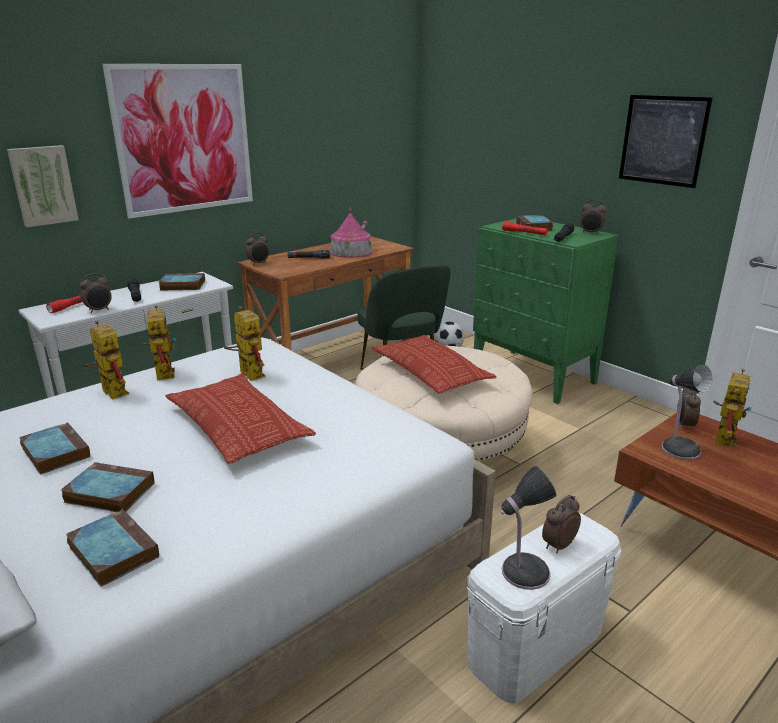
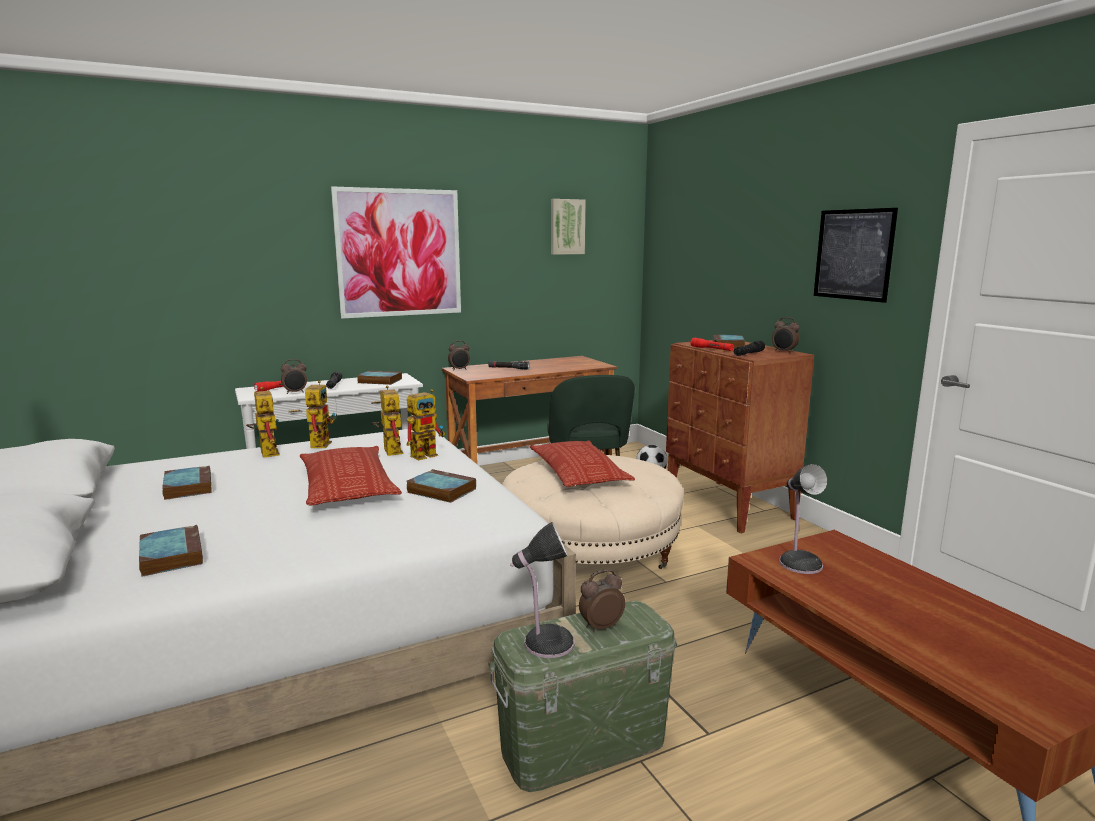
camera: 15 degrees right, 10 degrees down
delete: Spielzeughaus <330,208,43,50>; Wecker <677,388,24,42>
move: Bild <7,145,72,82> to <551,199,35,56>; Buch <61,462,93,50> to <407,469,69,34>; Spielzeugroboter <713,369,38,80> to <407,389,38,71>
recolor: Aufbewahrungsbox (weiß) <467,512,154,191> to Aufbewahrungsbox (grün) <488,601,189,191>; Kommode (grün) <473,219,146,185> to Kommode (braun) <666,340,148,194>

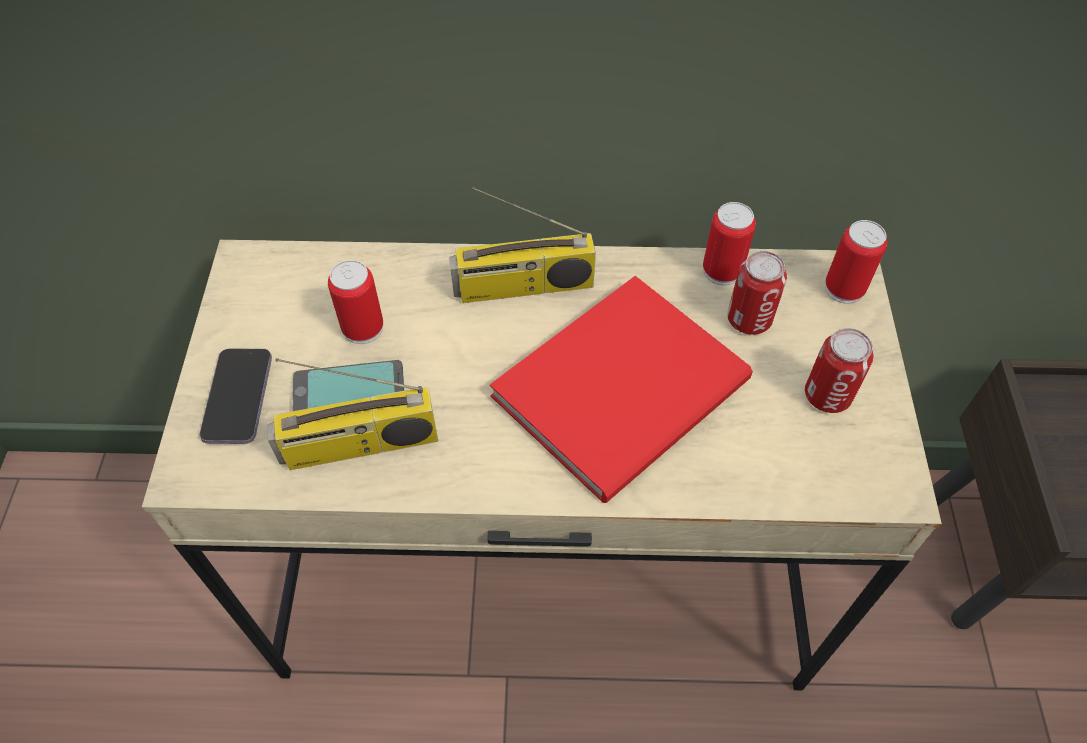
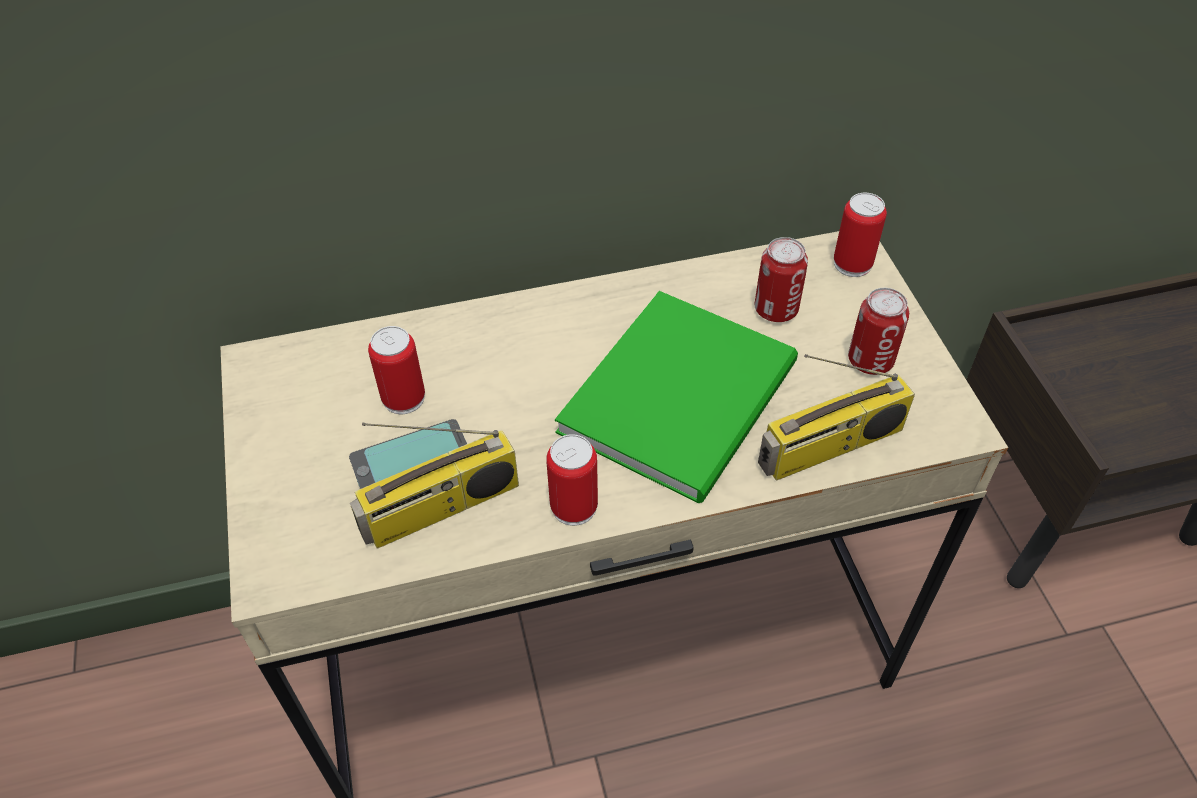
camera: 15 degrees left, 5 degrees down
delete: Handy <200,349,72,95>
move: Radio <449,187,147,116> to <758,354,157,127>; Dose <703,202,53,83> to <546,434,52,92>
recolor: Buch (rot) <490,276,263,227> to Buch (grün) <555,291,243,212>

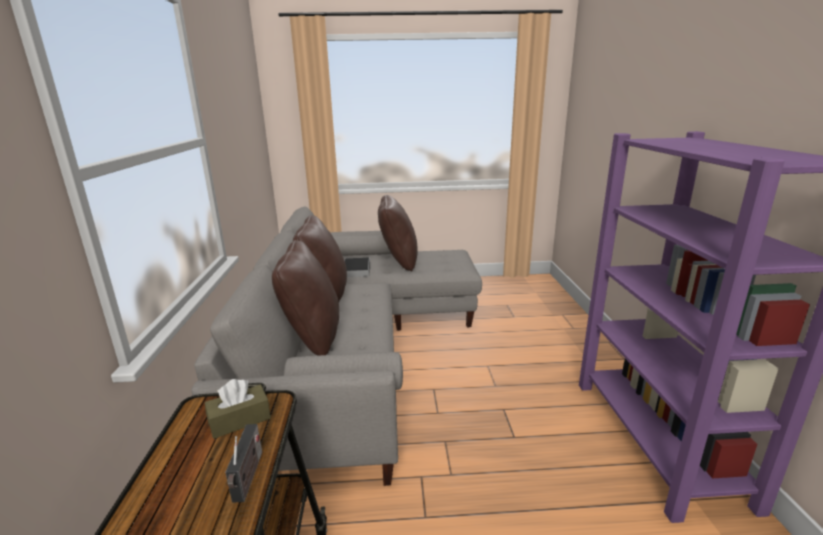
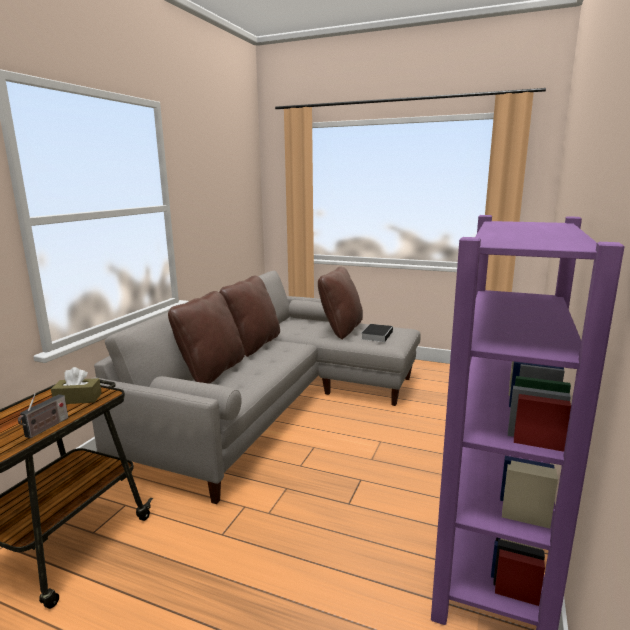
camera: 25 degrees right, 5 degrees down
move: Buch <345,258,25,19> to <362,324,31,18>

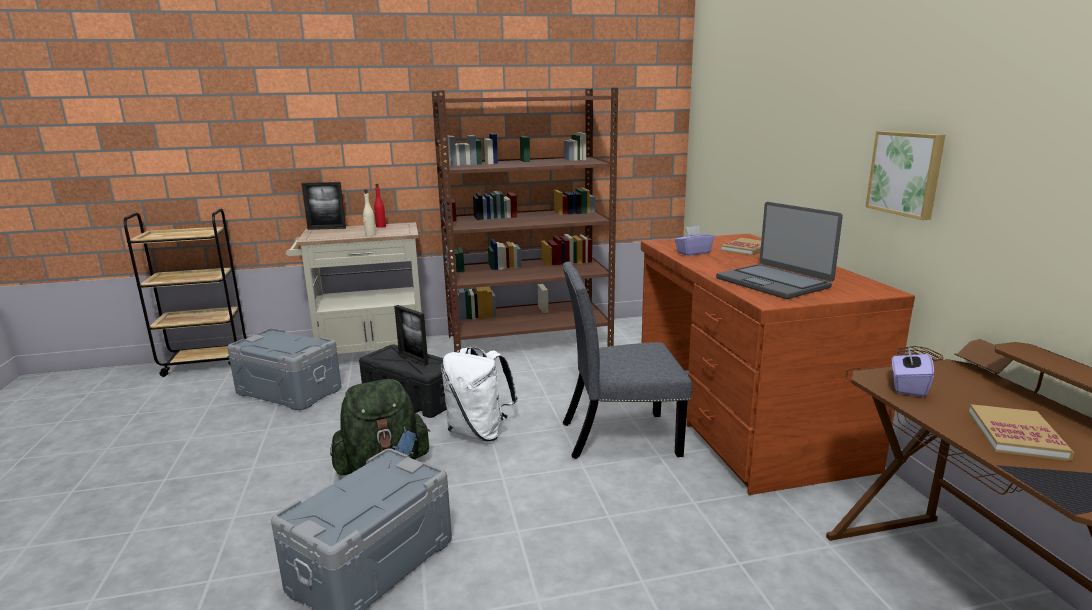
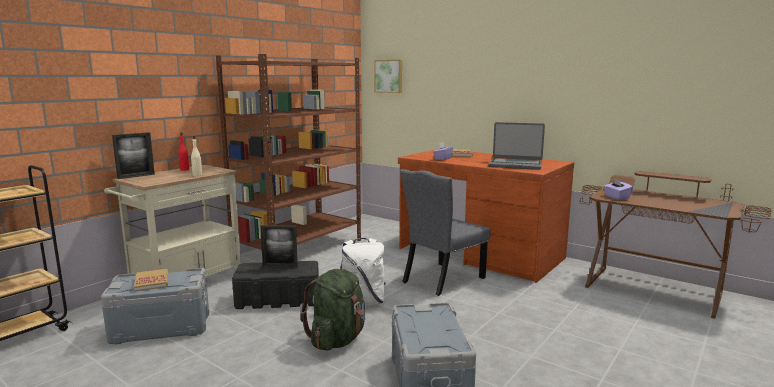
camera: 40 degrees left, 5 degrees down
move: Bild <866,131,79,89> to <374,60,28,33>; Buch <969,404,105,57> to <134,269,34,23>

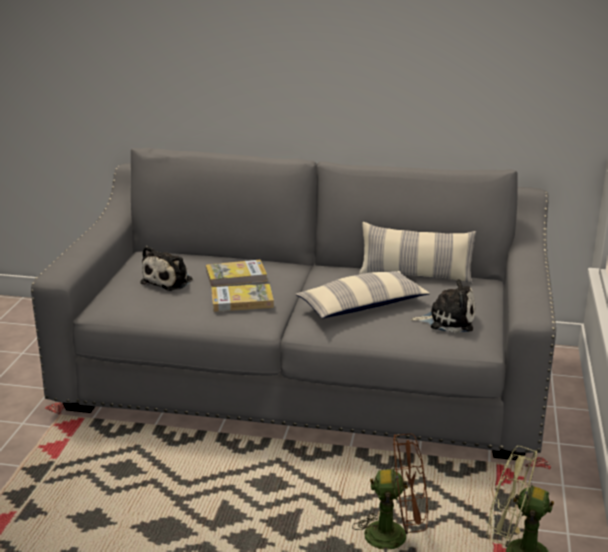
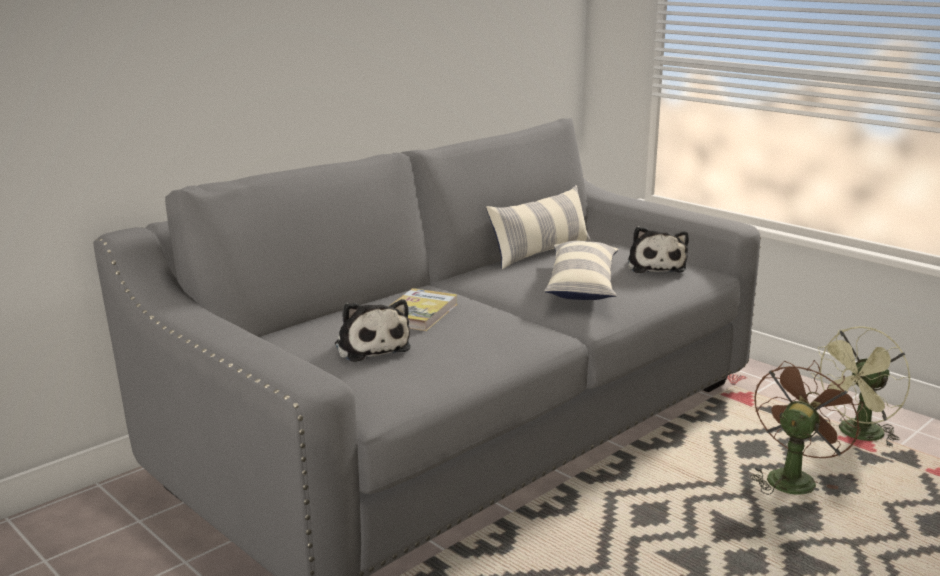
camera: 55 degrees left, 5 degrees down
delete: Buch <211,284,63,28>
rotate: Plüschtier <410,279,66,54> = <628,226,61,47> 135 degrees clockwise

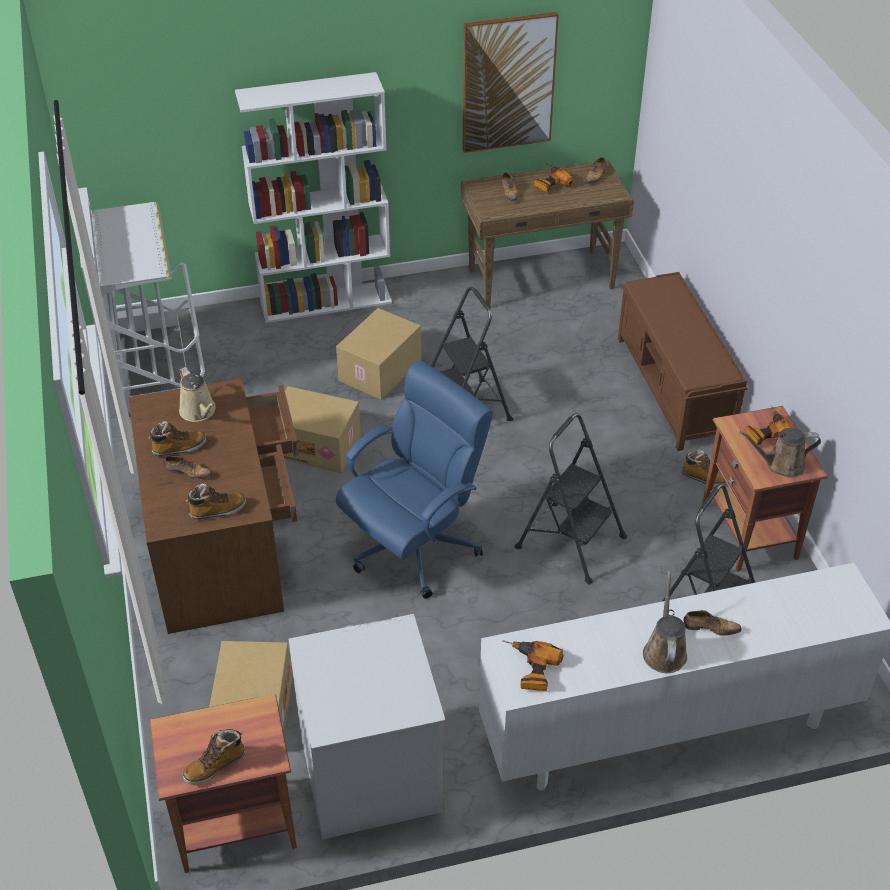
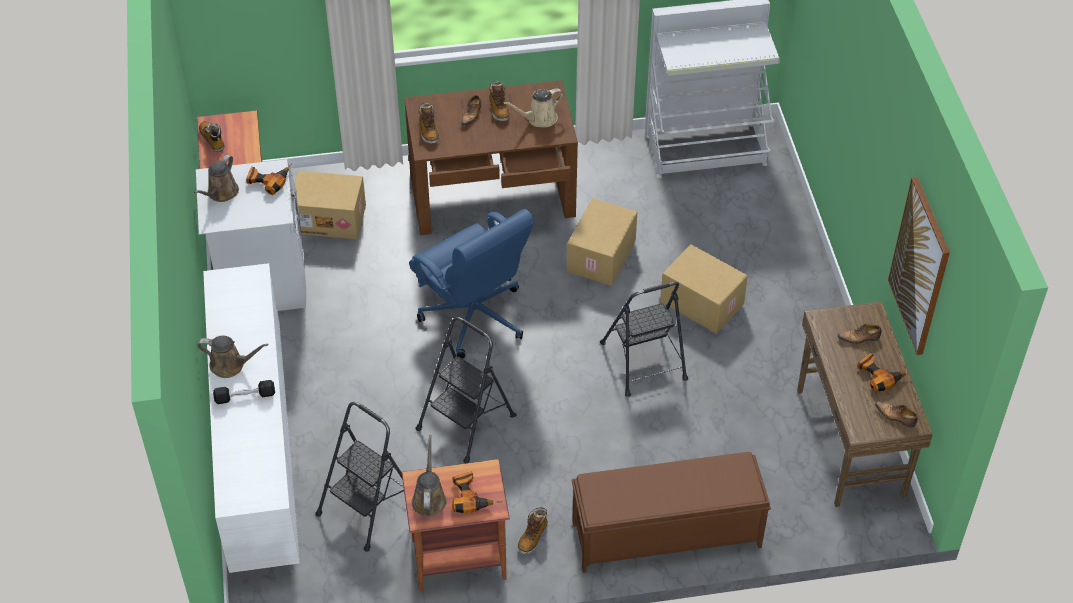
camera: 95 degrees right, 5 degrees up
delete: Bücherregal (weiß) <235,72,157,251>
insert: Gießkanne (braun) <194,155,45,47>
move: Bohrmaschine <502,640,62,51> to <246,163,46,32>
replace: Schuh <684,610,58,26> to Hantel (schwarz) <213,380,62,24>

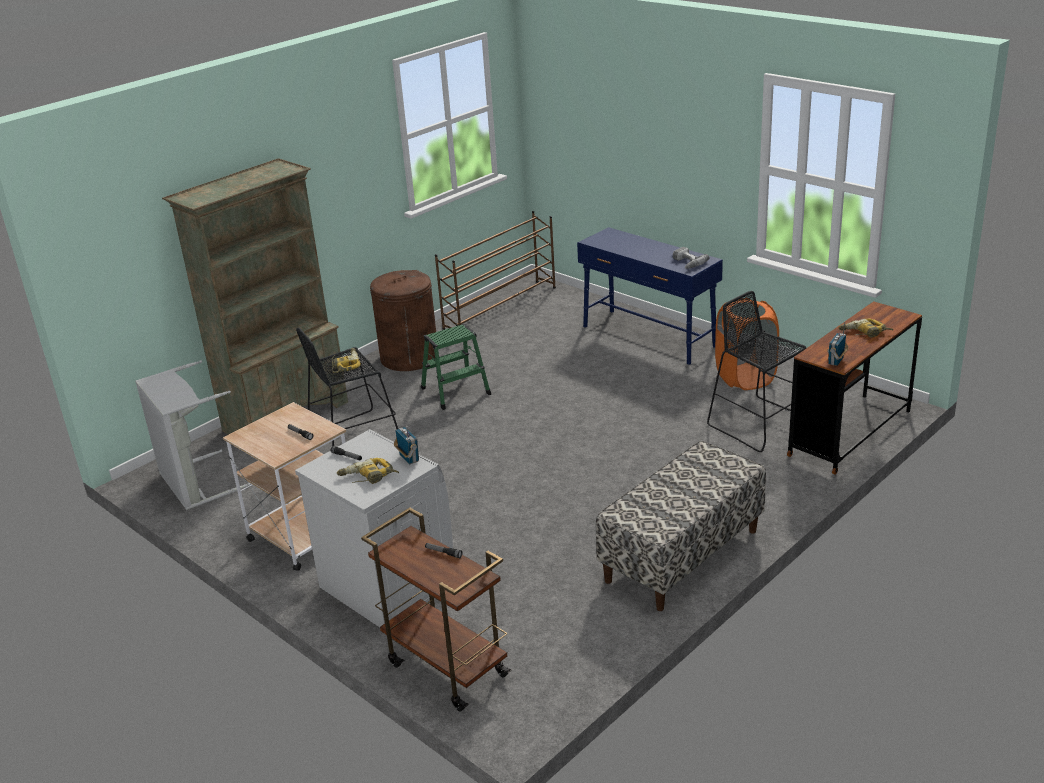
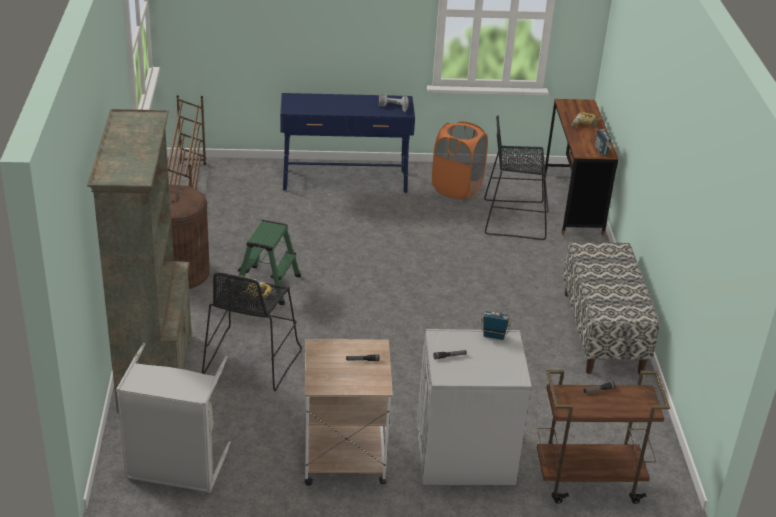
camera: 50 degrees left, 5 degrees up
delete: Bohrmaschine <337,458,62,26>

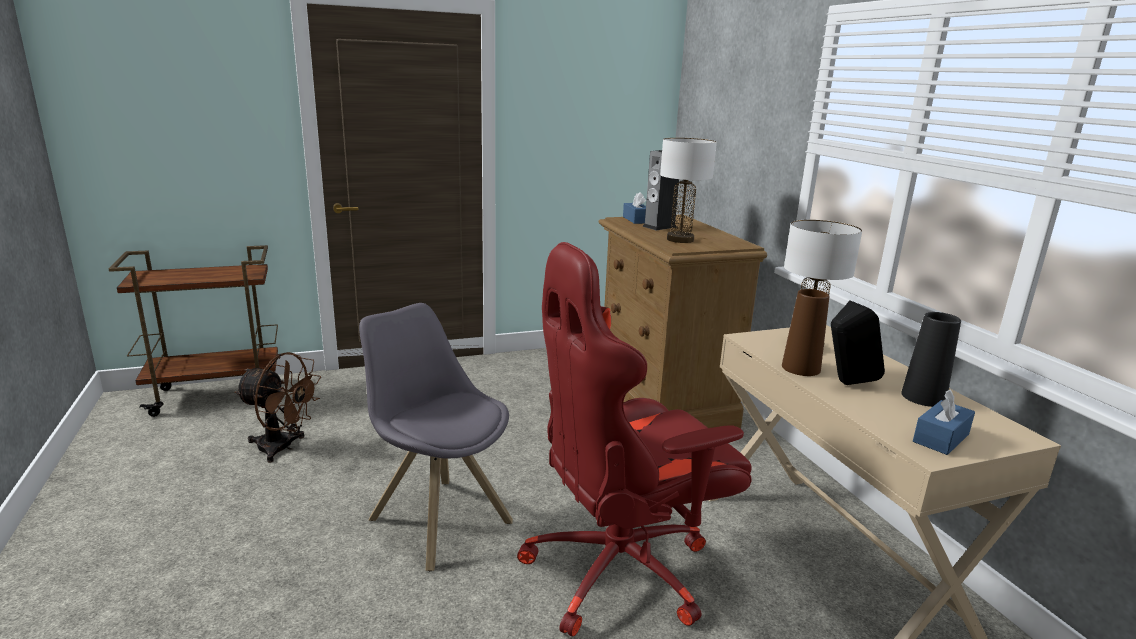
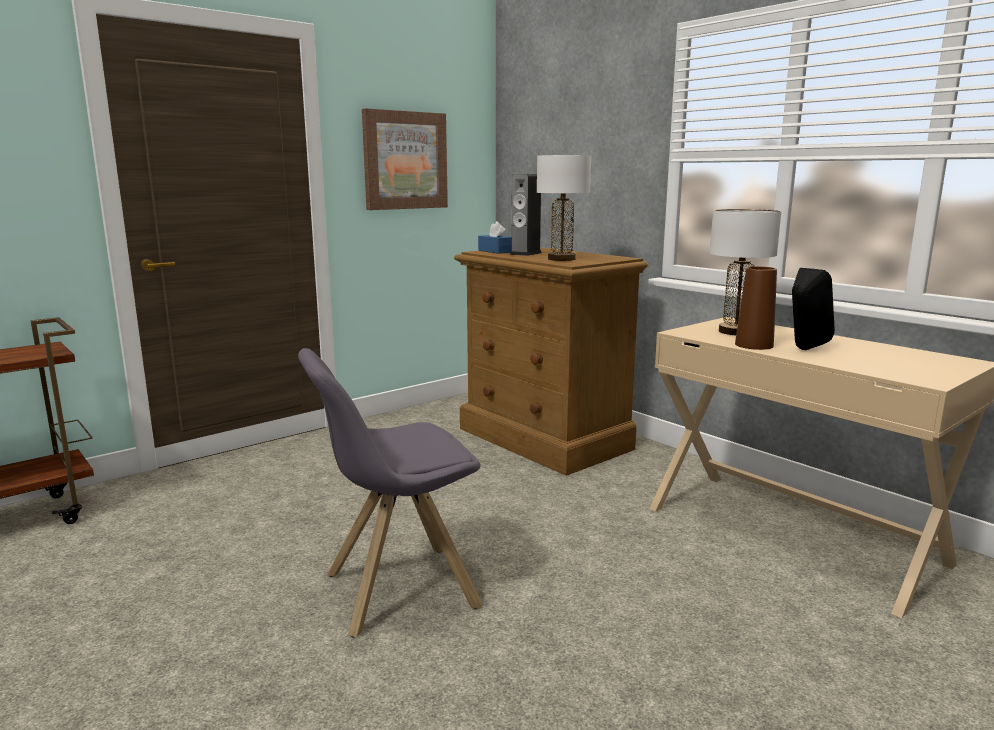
camera: 20 degrees left, 5 degrees down
delete: Ventilator (braun) <234,352,87,110>; Bürostuhl (rot) <517,242,235,394>; Vase (schwarz) <901,312,60,95>; Taschentuchbox (blau) <913,389,62,66>
insert: Bild <362,108,86,102>
rotate: Stuhl (grau) <359,303,154,268> = <298,348,185,290> 45 degrees counterclockwise

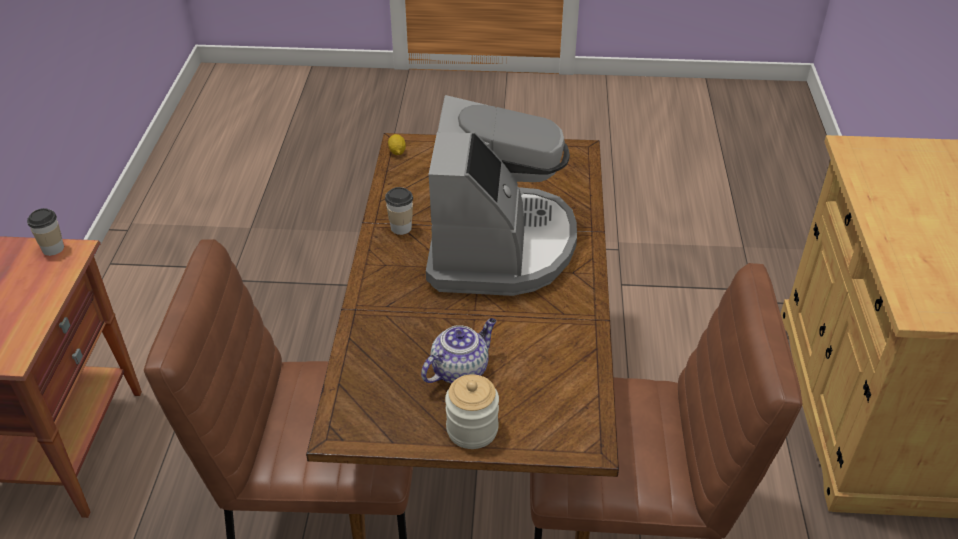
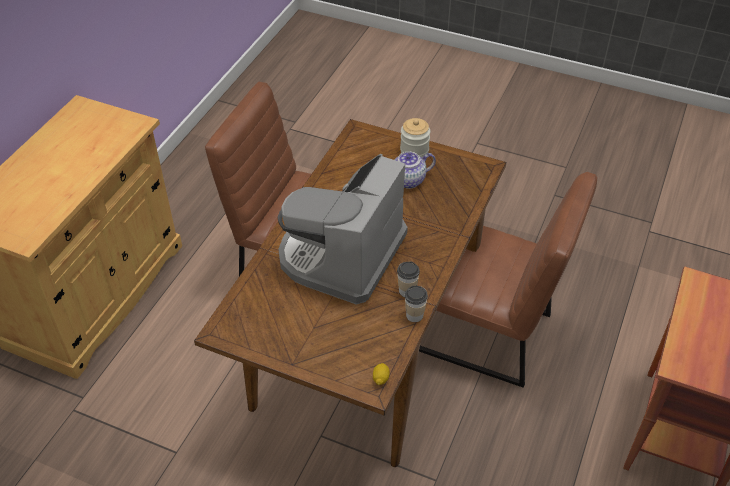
camera: 160 degrees left, 5 degrees up
move: Tasse <27,208,37,48> to <405,286,23,36>

